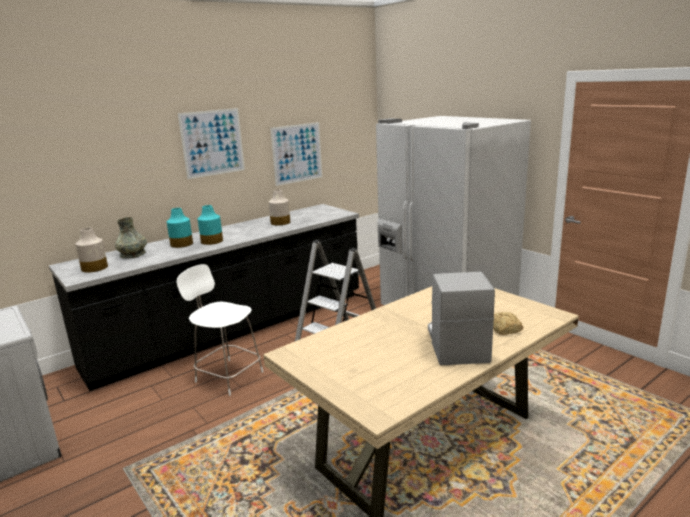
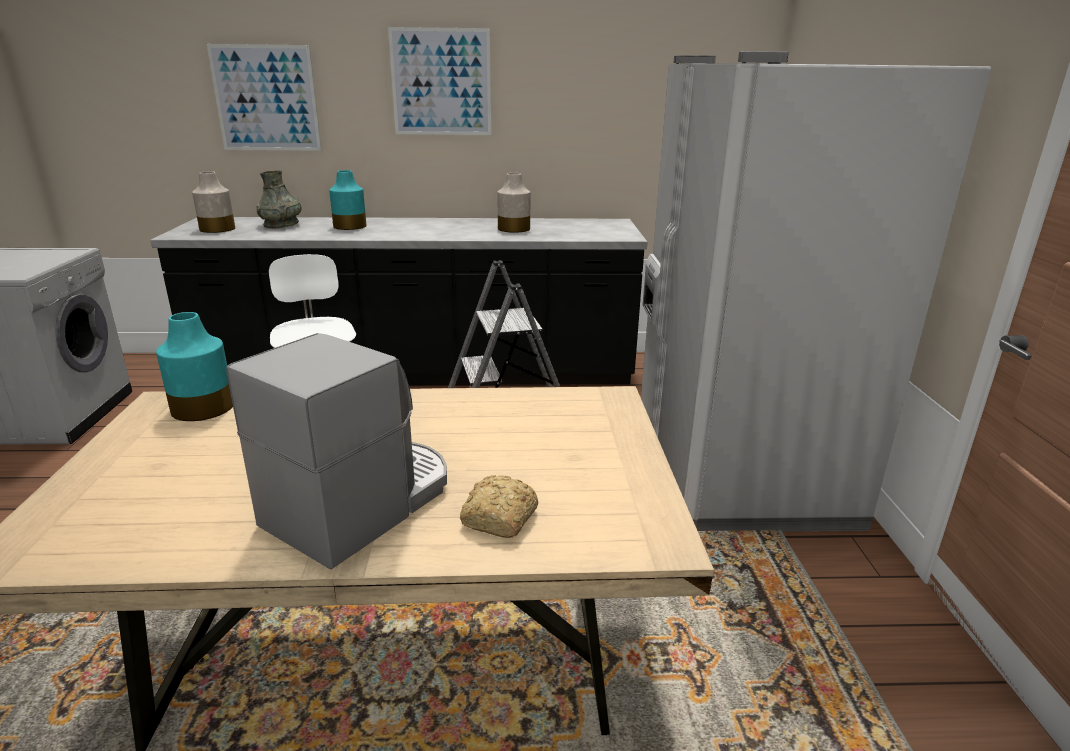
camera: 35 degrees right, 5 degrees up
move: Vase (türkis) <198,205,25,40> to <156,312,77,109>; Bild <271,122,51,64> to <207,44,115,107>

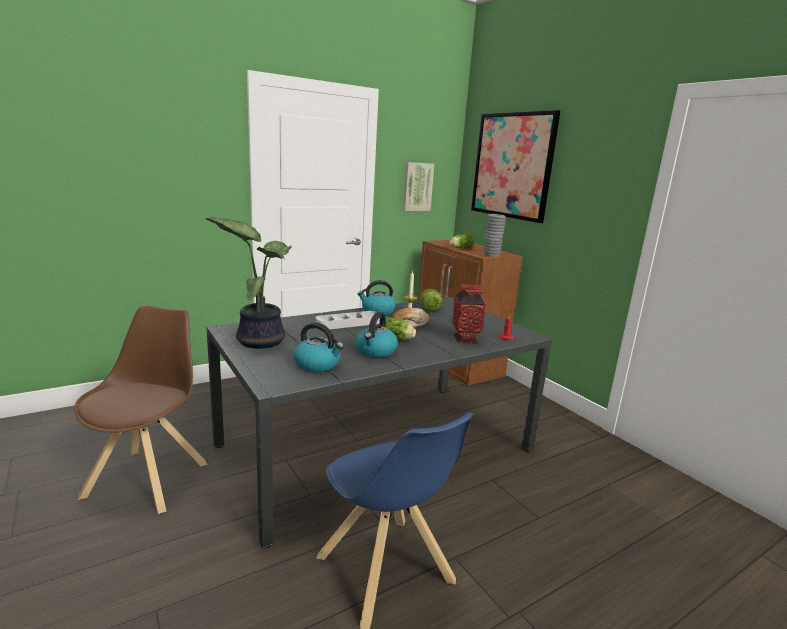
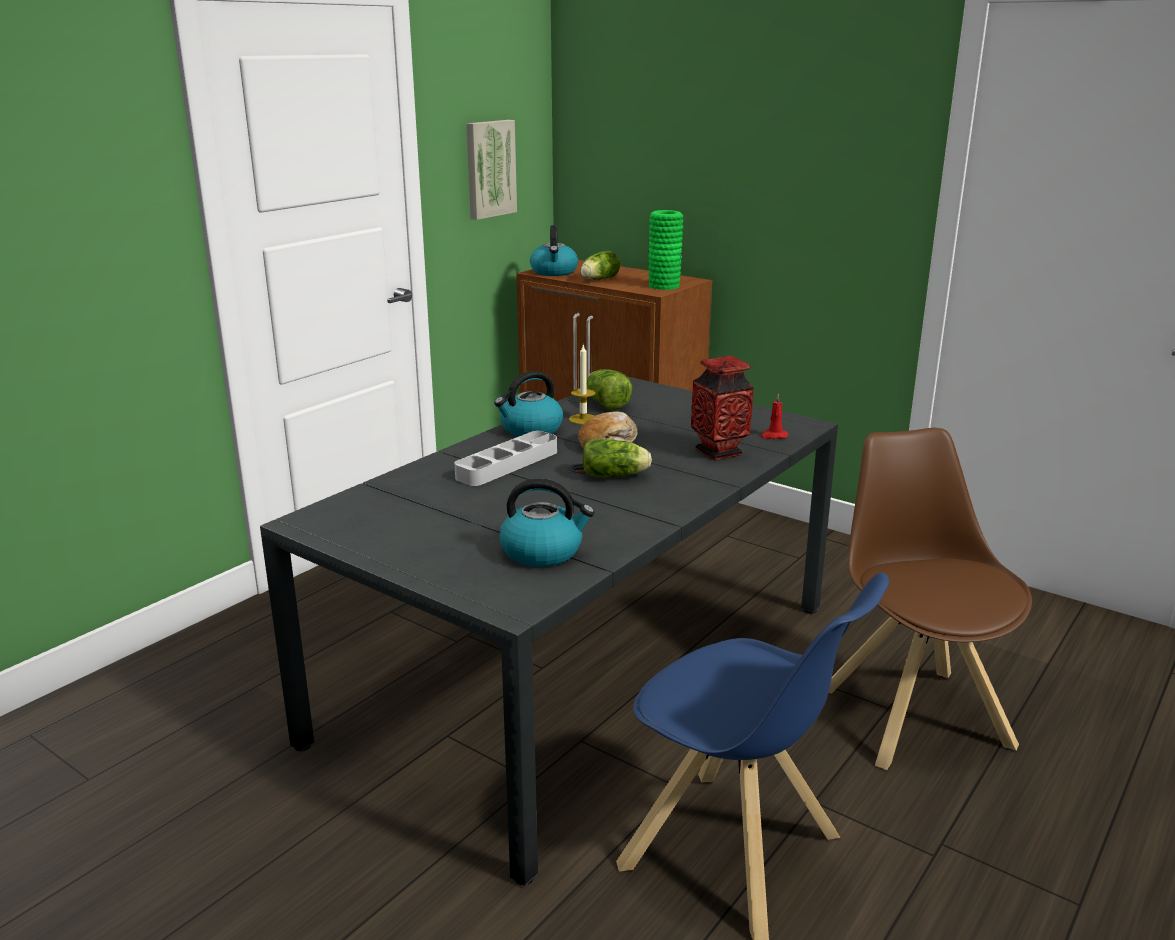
camera: 20 degrees left, 5 degrees up
delete: Topfpflanze <204,217,88,132>; Bild <471,110,89,113>
move: Stuhl (braun) <74,305,134,209> to <829,428,203,342>; Wasserkessel <355,312,43,46> to <530,225,48,51>
recolor: Vase (grau) <483,214,23,43> to Vase (grün) <648,210,35,80>

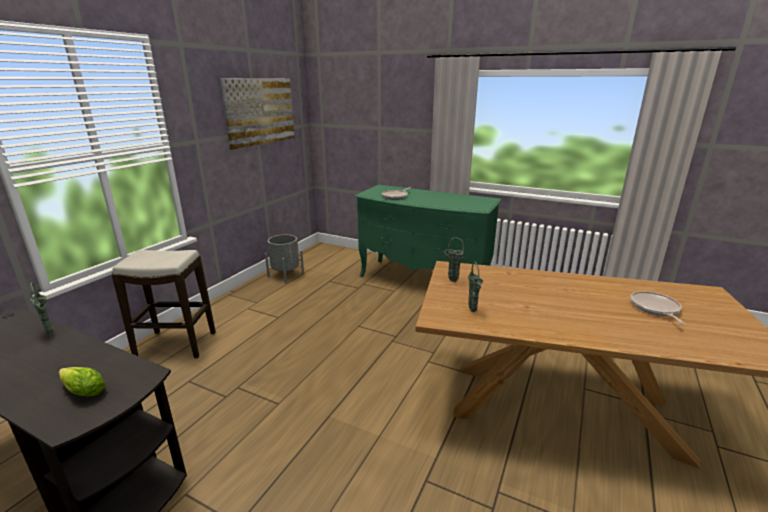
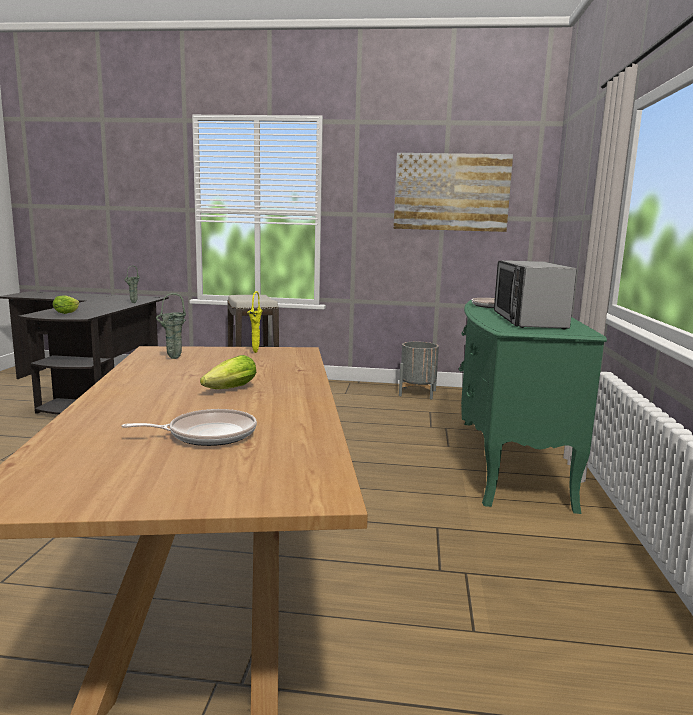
camera: 70 degrees right, 10 degrees down
insert: Salatkopf <200,355,56,34>; Mikrowelle <494,260,83,69>
recolor: Vase (grün) <444,237,21,45> to Vase (gelb) <247,291,16,62>

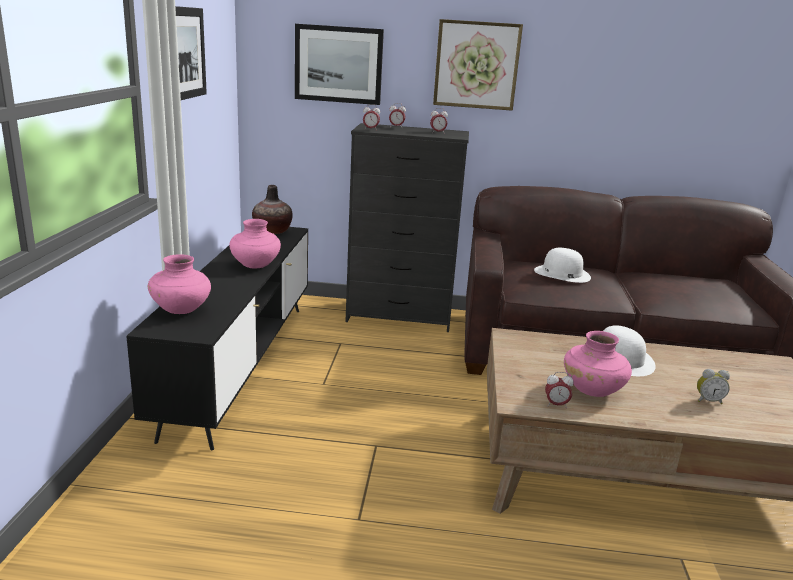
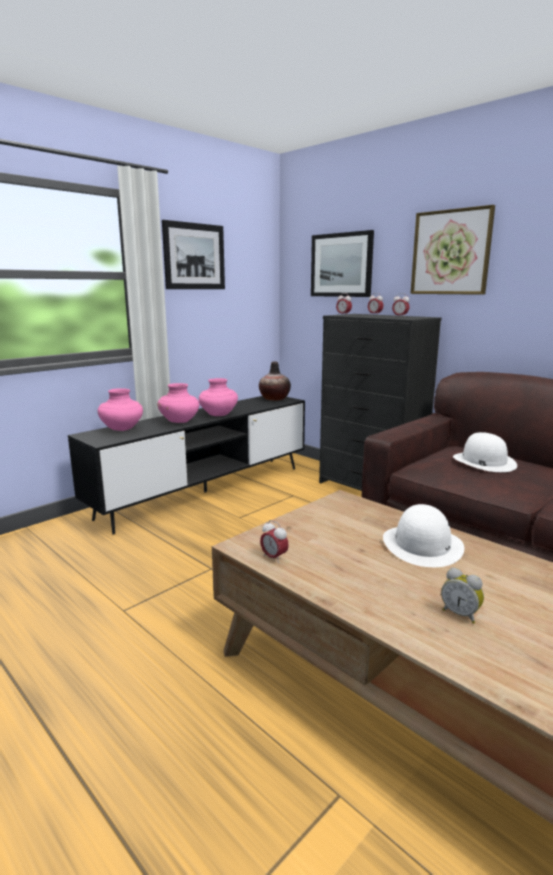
camera: 40 degrees right, 5 degrees down
move: Vase (rosa) <564,331,68,66> to <157,383,43,40>

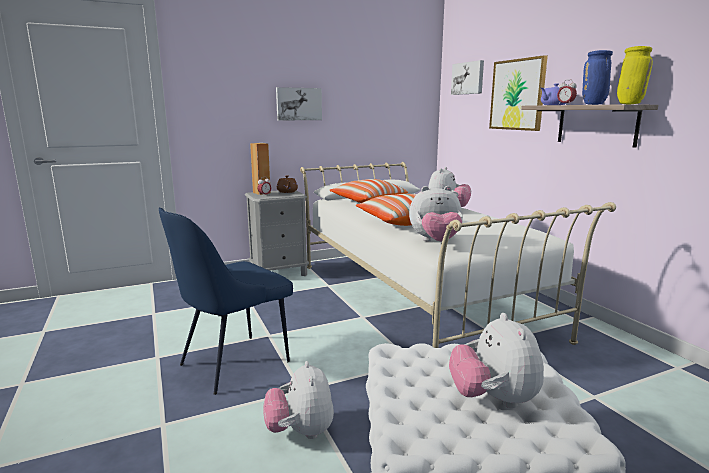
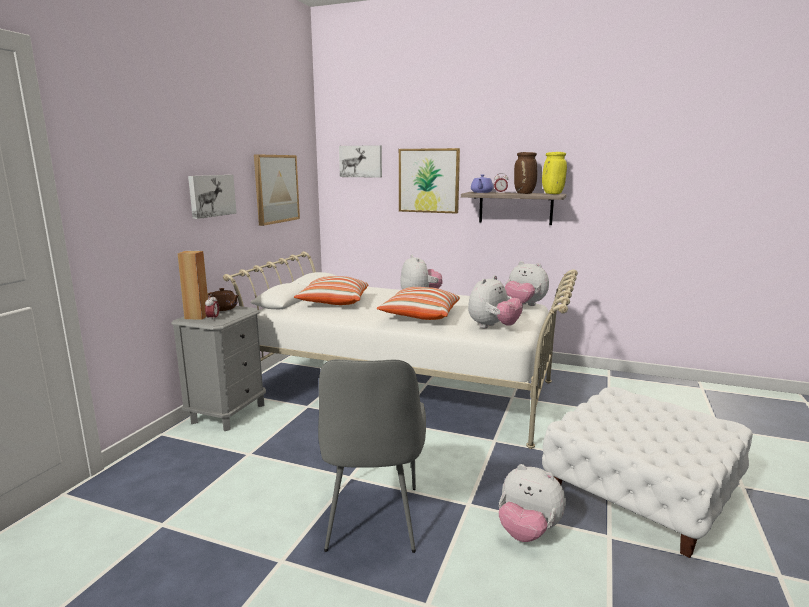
camera: 45 degrees left, 0 degrees up
insert: Bild <254,154,46,72>
move: Plüschtier <449,313,95,95> to <505,261,44,45>
recolor: Stuhl (blau) <159,208,134,187> to Stuhl (grau) <318,359,108,194>; Vase (blau) <582,50,31,55> to Vase (braun) <514,152,23,42>

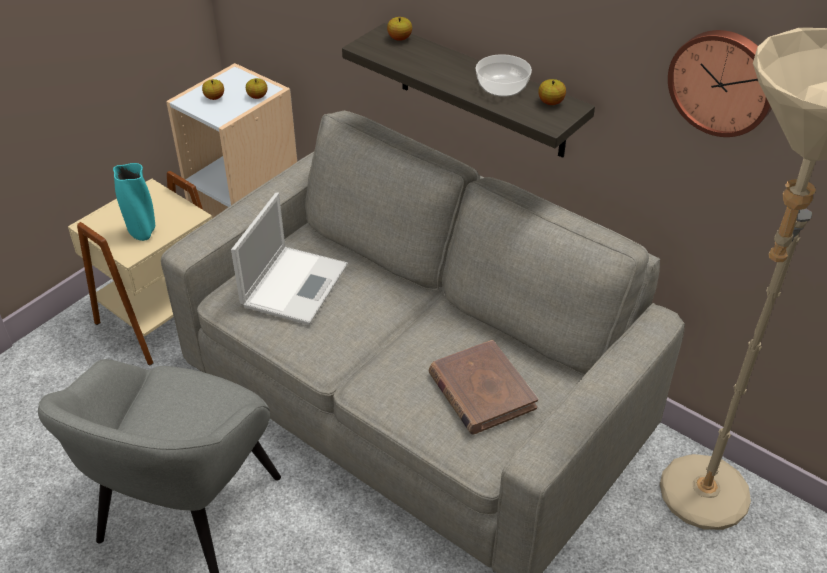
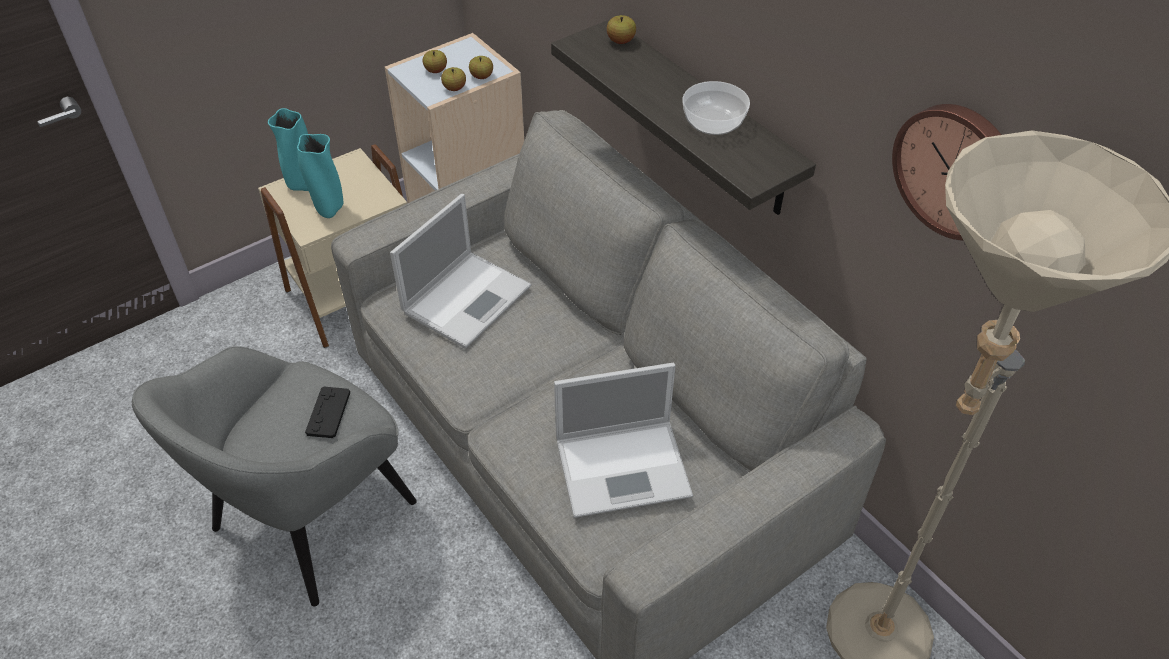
camera: 15 degrees right, 5 degrees up
insert: Vase (türkis) <268,108,40,83>; Gamepad (schwarz) <305,386,45,52>
move: Apfel <538,79,28,26> to <441,67,25,24>
replace: Buch (braun) <429,340,109,95> to Laptop <554,363,139,155>

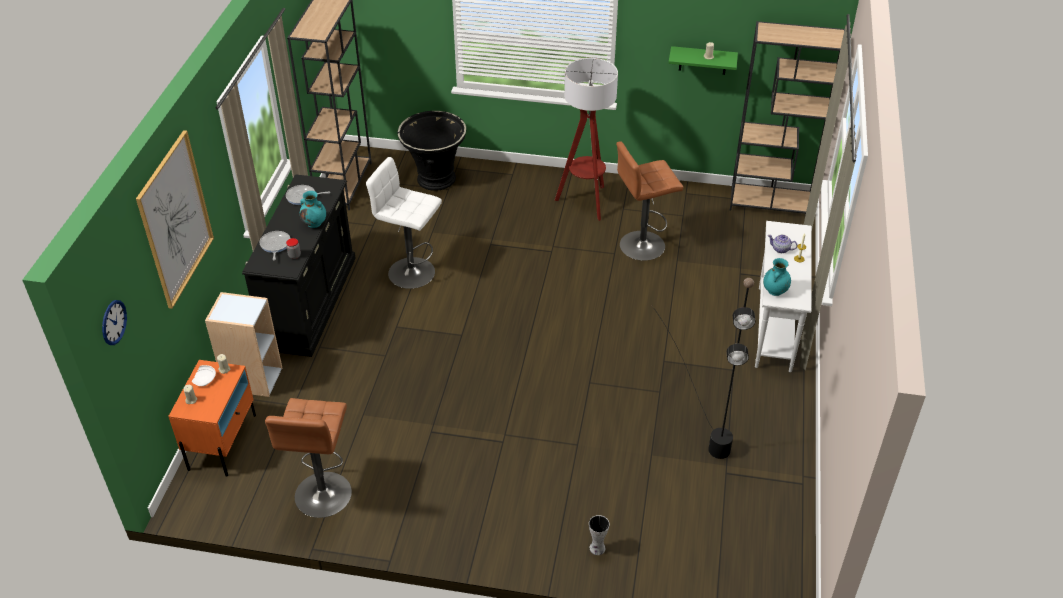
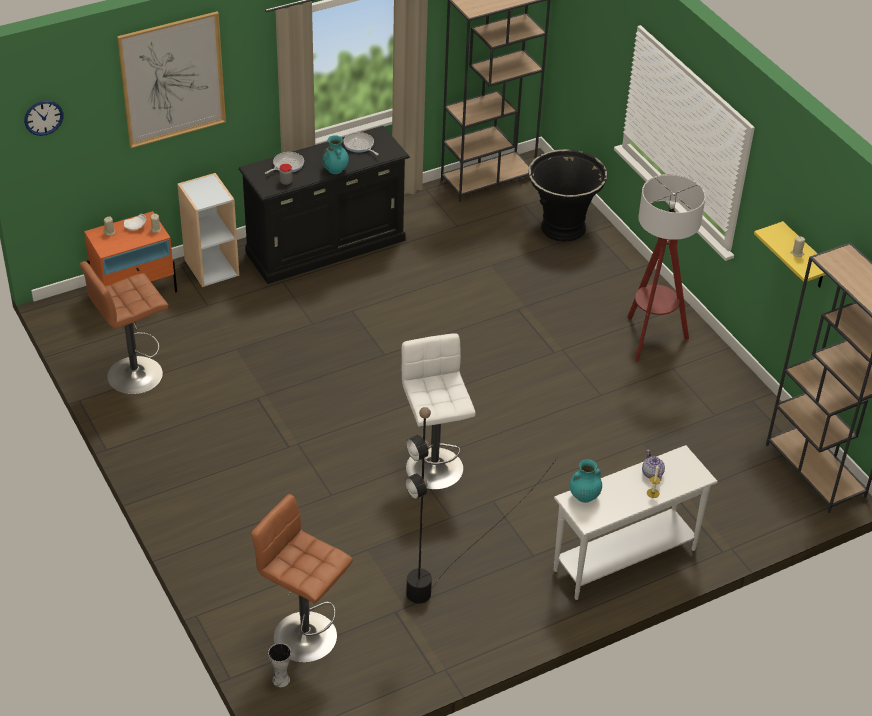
camera: 50 degrees right, 0 degrees up
move: Hocker (weiß) <366,157,76,132> to <402,333,74,157>; Vase <589,515,21,40> to <268,643,23,44>; Hocker (braun) <616,141,67,120> to <251,494,102,168>
recolor: Wandregal (grün) <668,46,70,29> to Wandregal (gelb) <754,221,72,67>

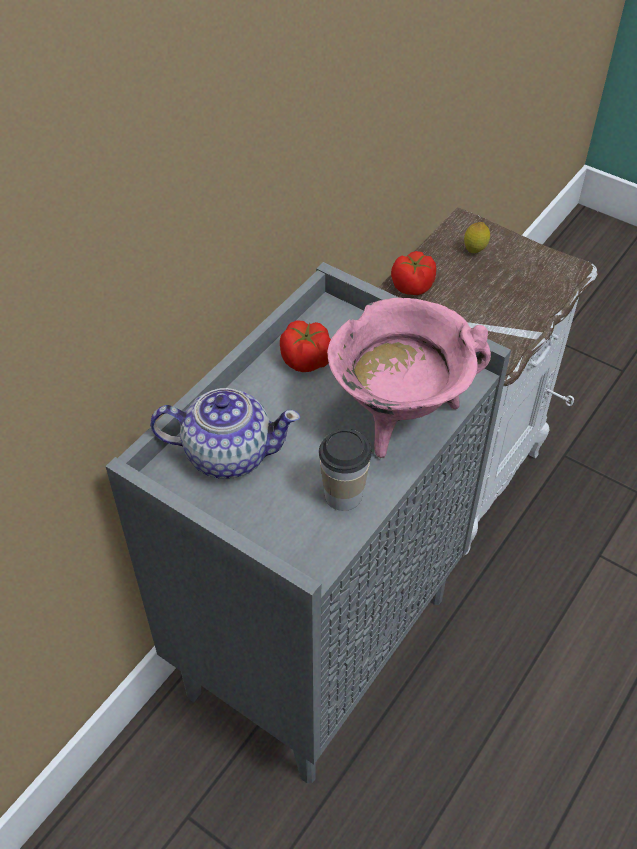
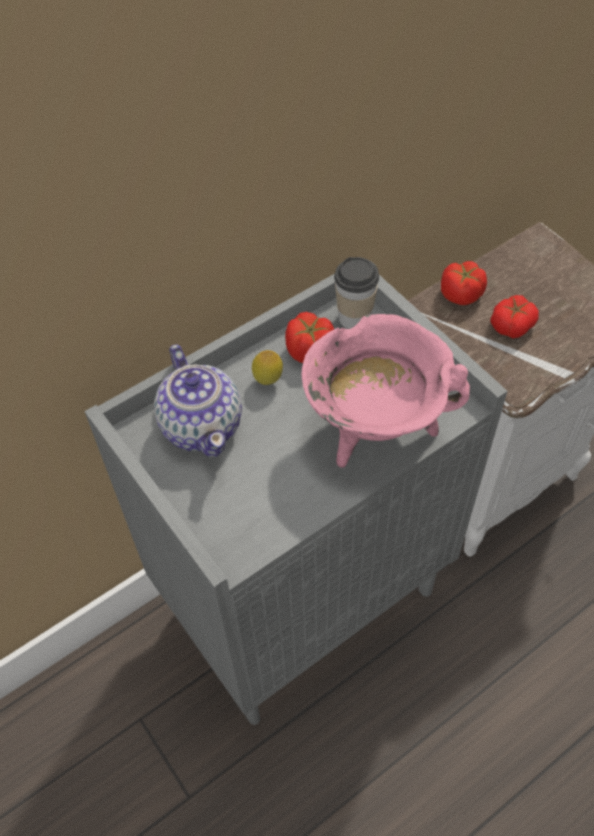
camera: 20 degrees right, 5 degrees up
insert: Tomate <490,295,49,43>
move: Tasse <319,429,53,82> to <334,257,45,72>; Zitrone <464,222,26,31> to <252,350,31,35>
rotate: Teekanne <150,388,150,91> = <154,344,88,113> 45 degrees clockwise

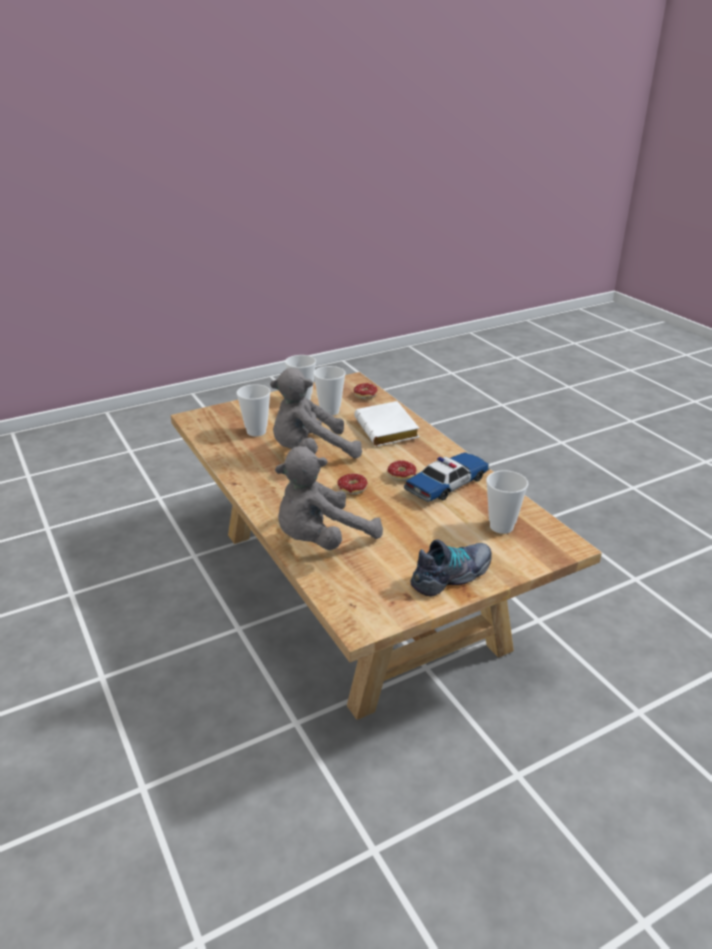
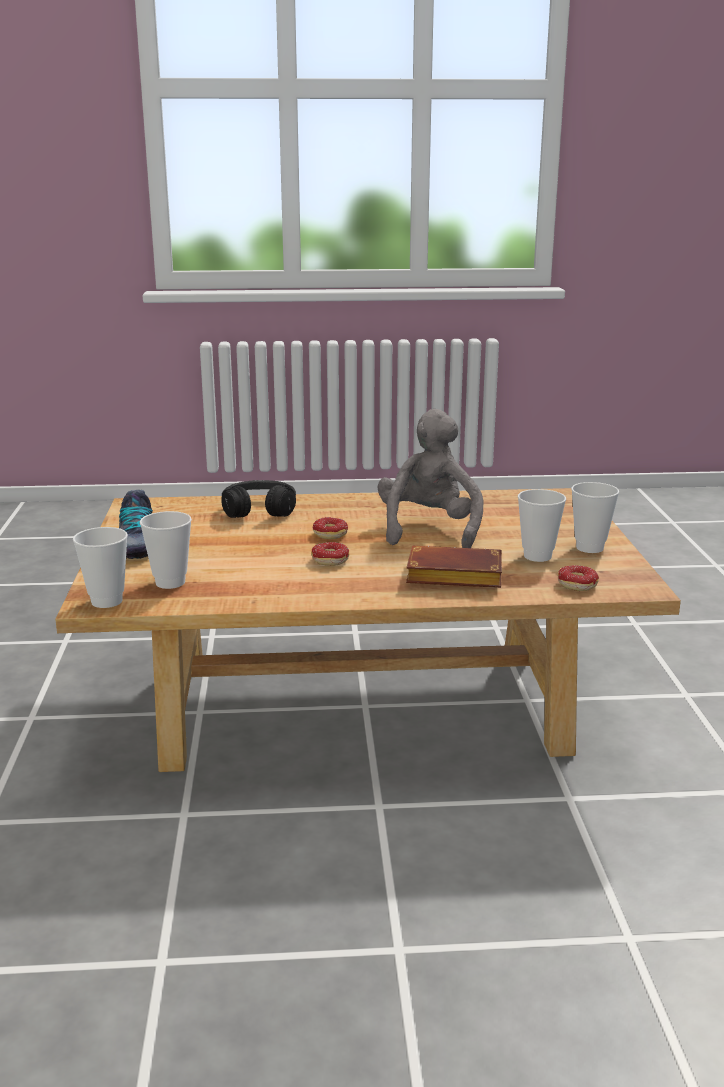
camera: 115 degrees right, 10 degrees down
delete: Spielzeugauto <404,452,86,50>
move: Tasse <236,384,35,52> to <73,527,55,81>
replace: Plüschtier (grau) <275,446,108,104> to Kopfhörer (schwarz) <221,480,75,38>
recolor: Buch (weiß) <354,401,65,45> to Buch (braun) <406,546,96,42>

